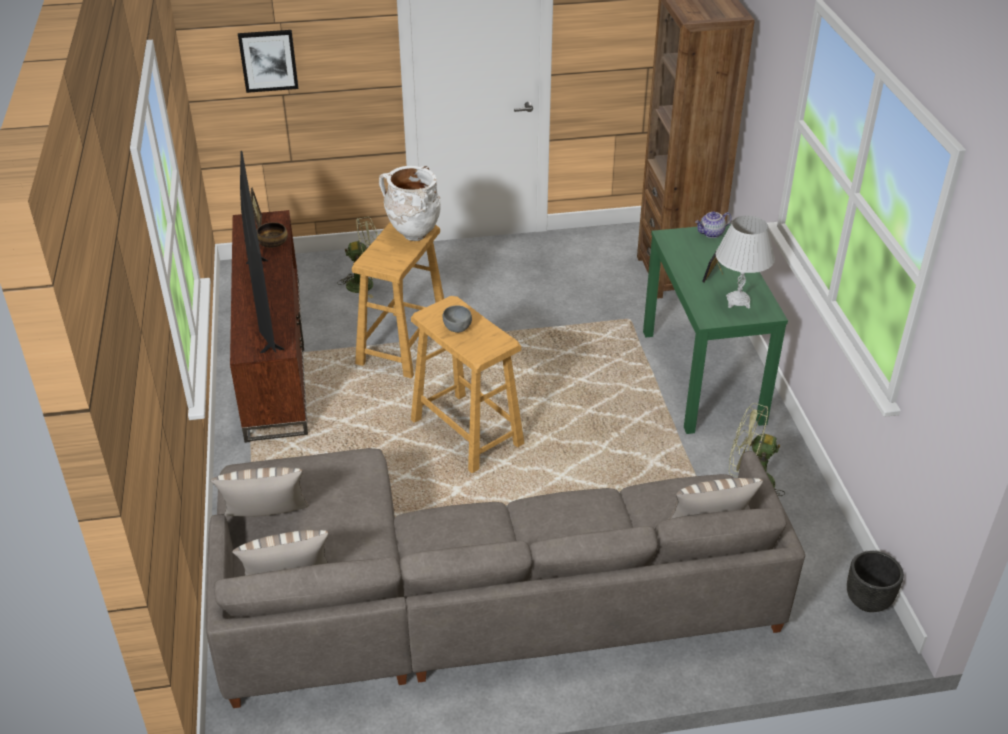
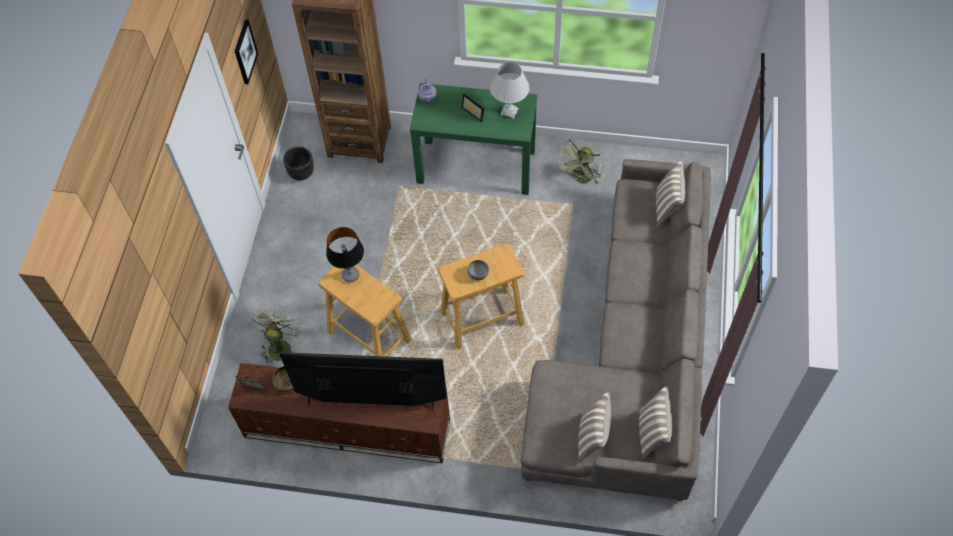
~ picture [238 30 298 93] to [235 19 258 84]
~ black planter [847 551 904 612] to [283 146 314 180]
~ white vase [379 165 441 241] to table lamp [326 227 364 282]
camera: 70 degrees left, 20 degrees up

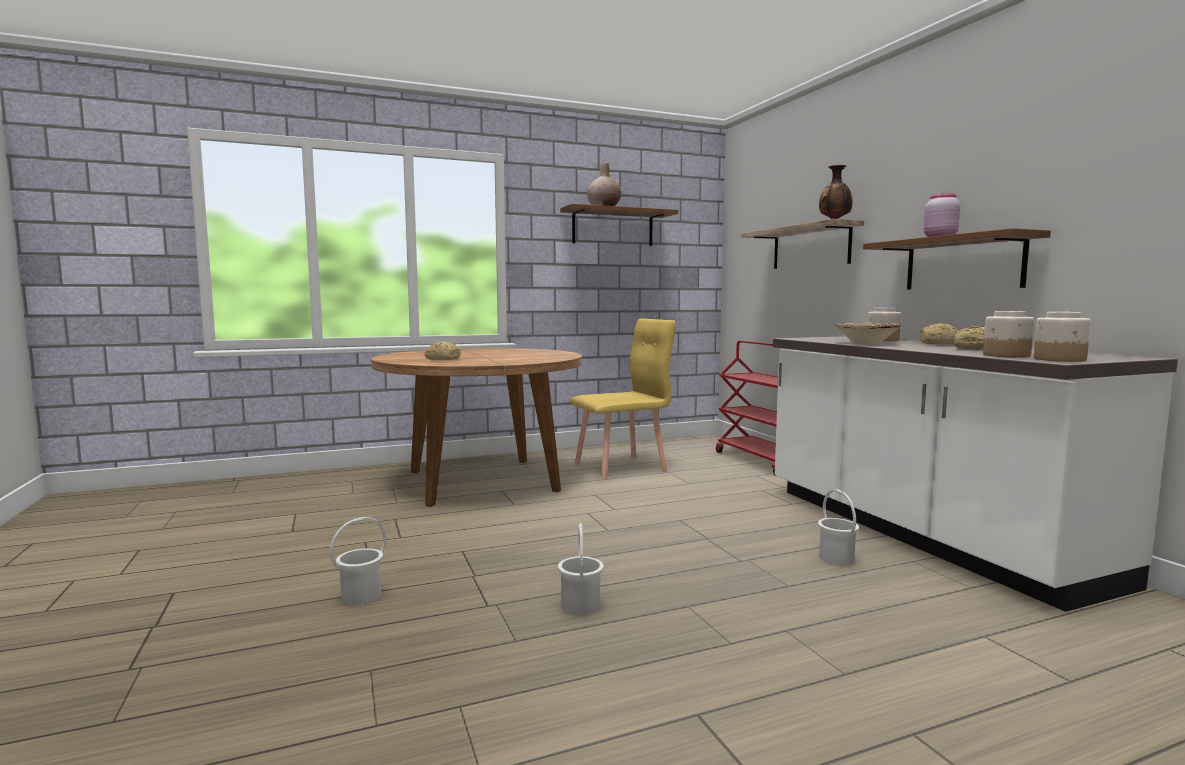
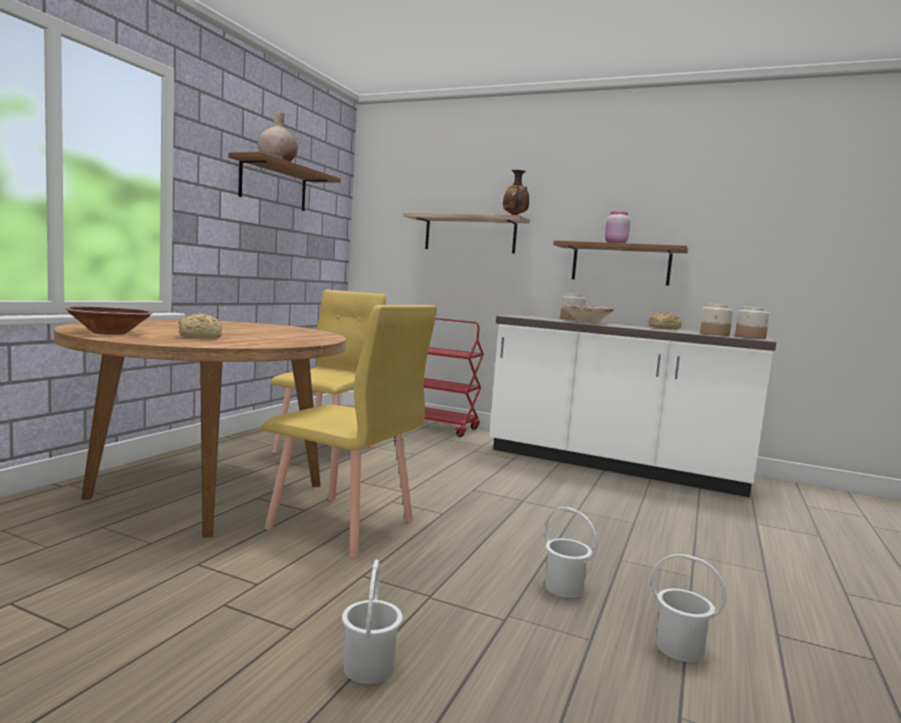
+ brown bowl [66 307 152 335]
+ yellow chair [261 305 437 558]
~ white bucket [818 489 859 565] to [651 554 727 662]
- bread [920 323 959 344]
camera: 45 degrees left, 0 degrees up

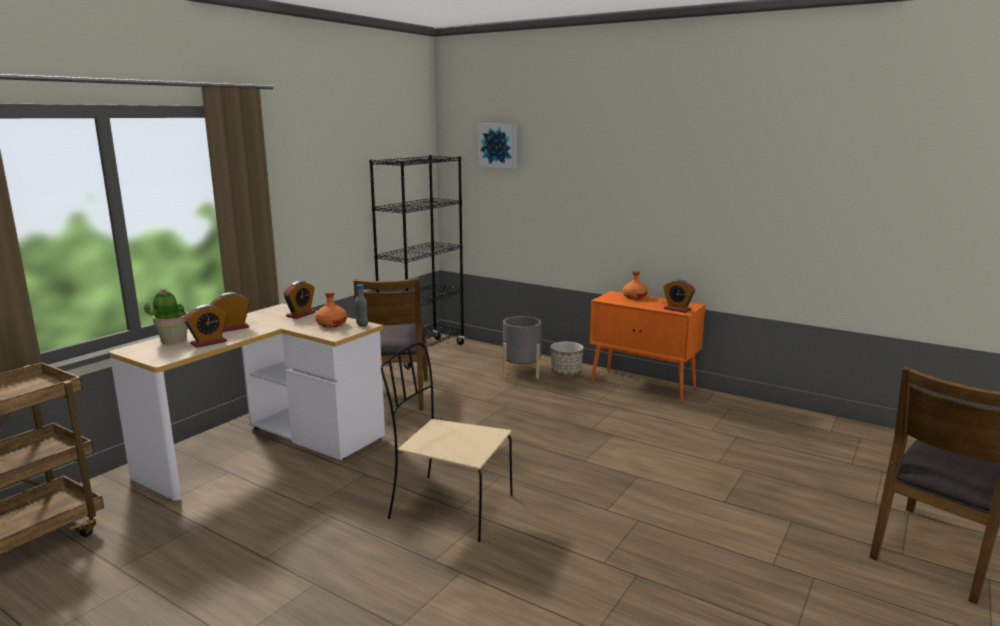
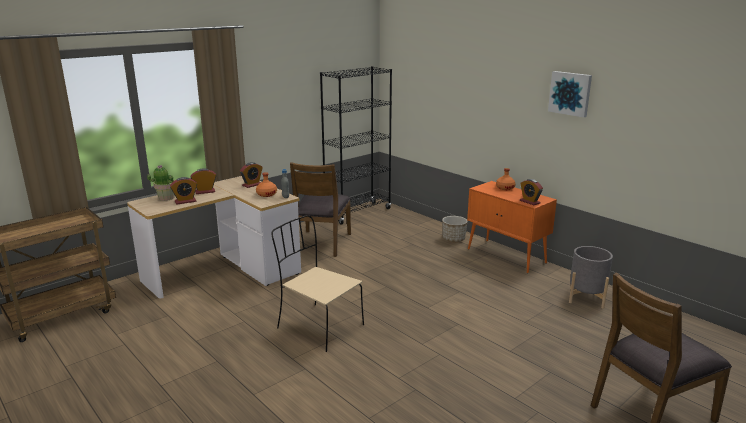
~ picture [478 123 517 168] to [548 71 592 117]
~ grey planter [503 316 542 379] to [569 246 613 309]
camera: 15 degrees right, 5 degrees up

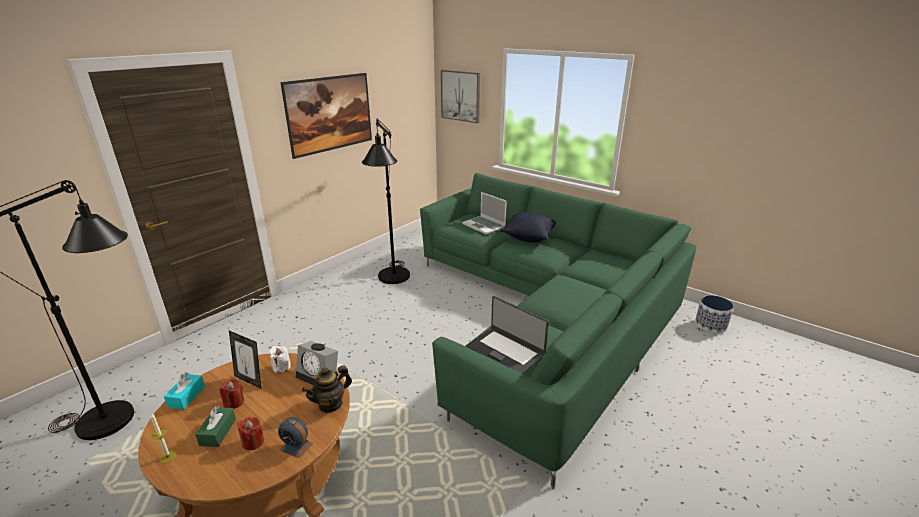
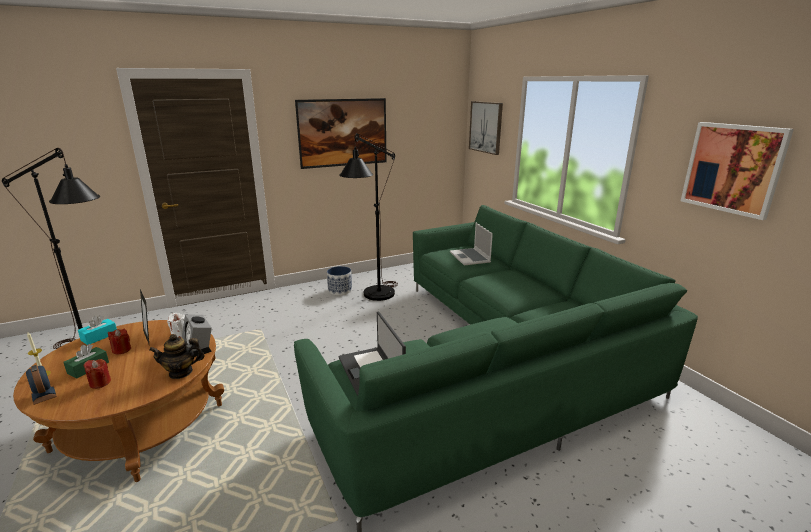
~ alarm clock [278 417 313 459] to [26 365 57 405]
~ planter [695 295 734 333] to [327 266 352 295]
+ picture [681 122 794 220]
- black pillow [501 212 556 243]
camera: 25 degrees right, 5 degrees down

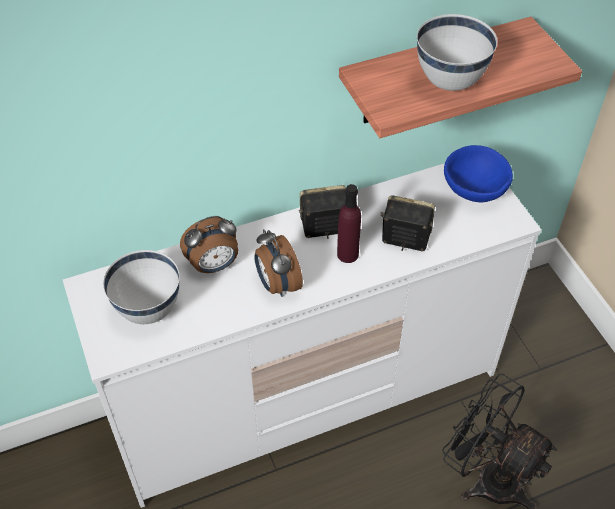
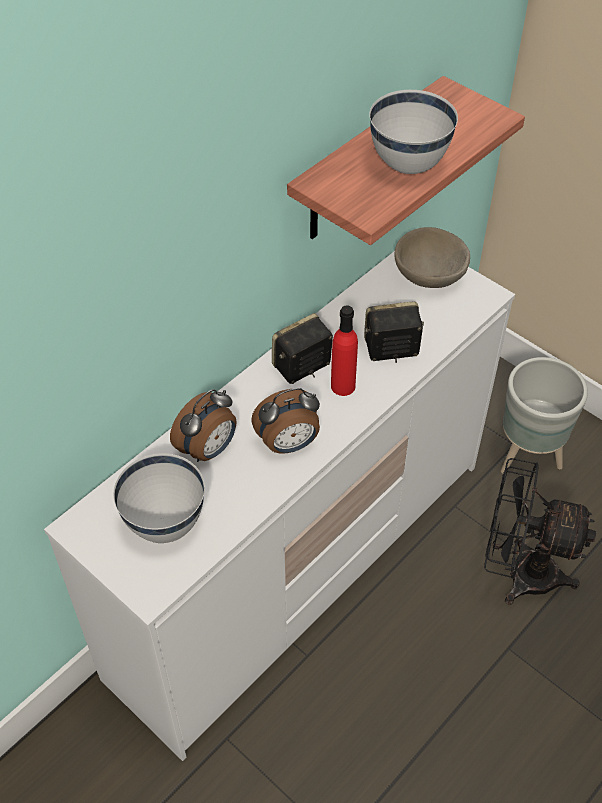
~ alarm clock [254 229 303 297] = [251 388 320 454] 60 degrees counterclockwise
~ purple bottle [337 184 361 263] to red bottle [331 305 358 396]
~ blue bowl [444 145 513 203] to beige bowl [394 227 470 288]
+ grey planter [501 357 588 473]
camera: 25 degrees left, 0 degrees up

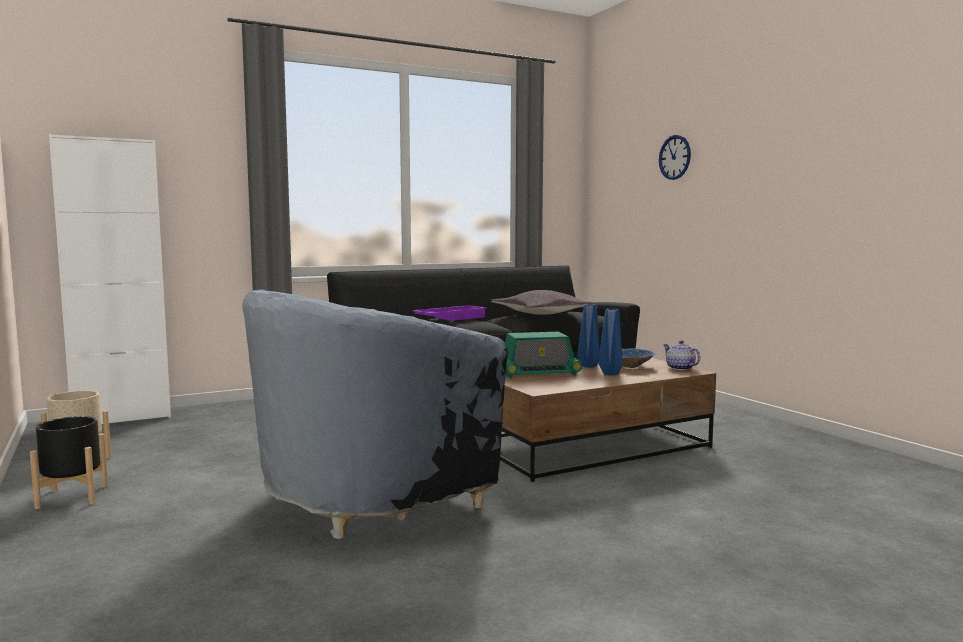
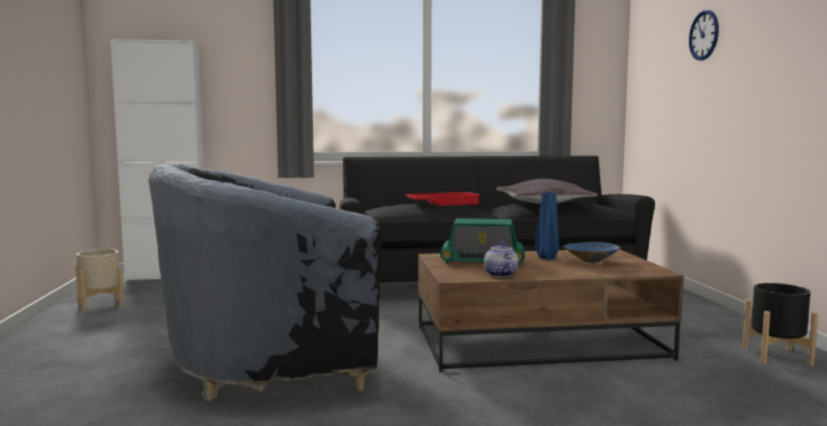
~ purple tray [413 305 487 321] to red tray [405 192 481 206]
~ teapot [664 340 700 370] to [484 242 519 277]
~ black planter [30 416 108 509] to [742 283 818 366]
- blue vase [598 309 623 375]
camera: 20 degrees right, 0 degrees up

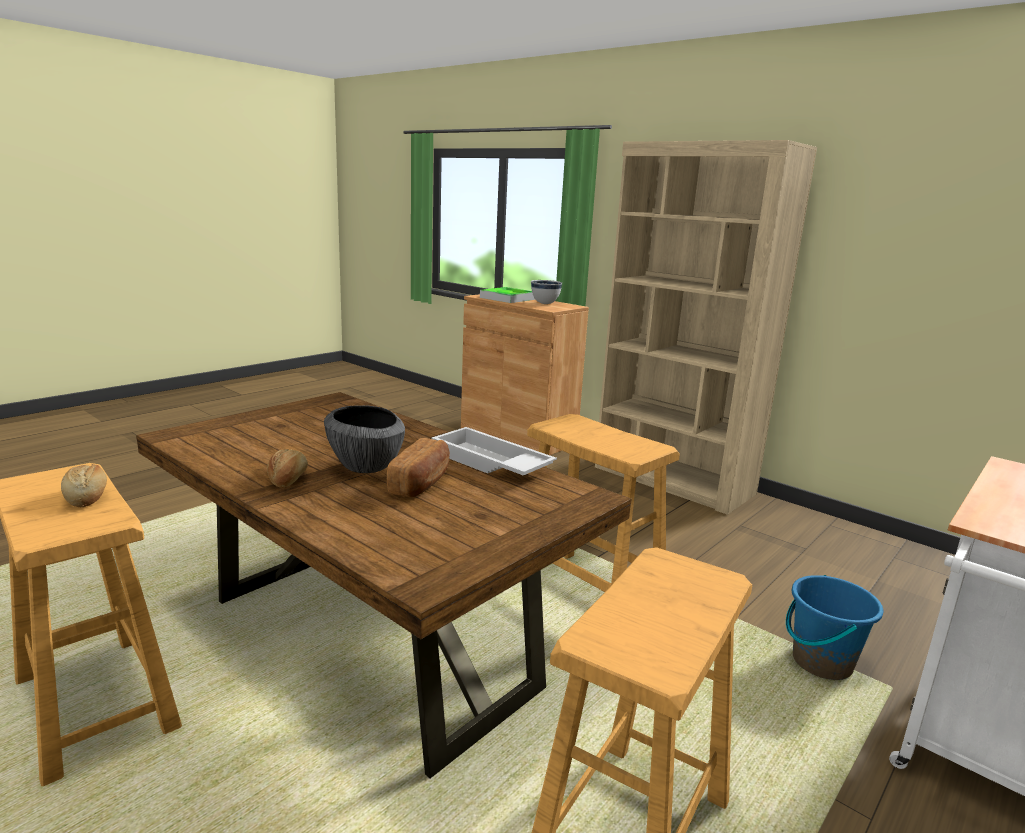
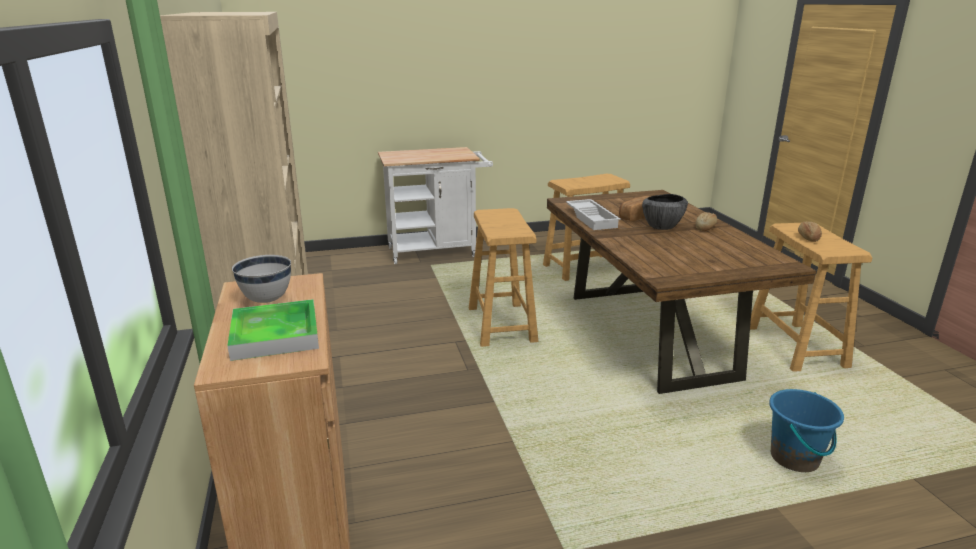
~ blue bucket [786 575 883 680] to [769 389 844 472]
camera: 145 degrees left, 5 degrees up

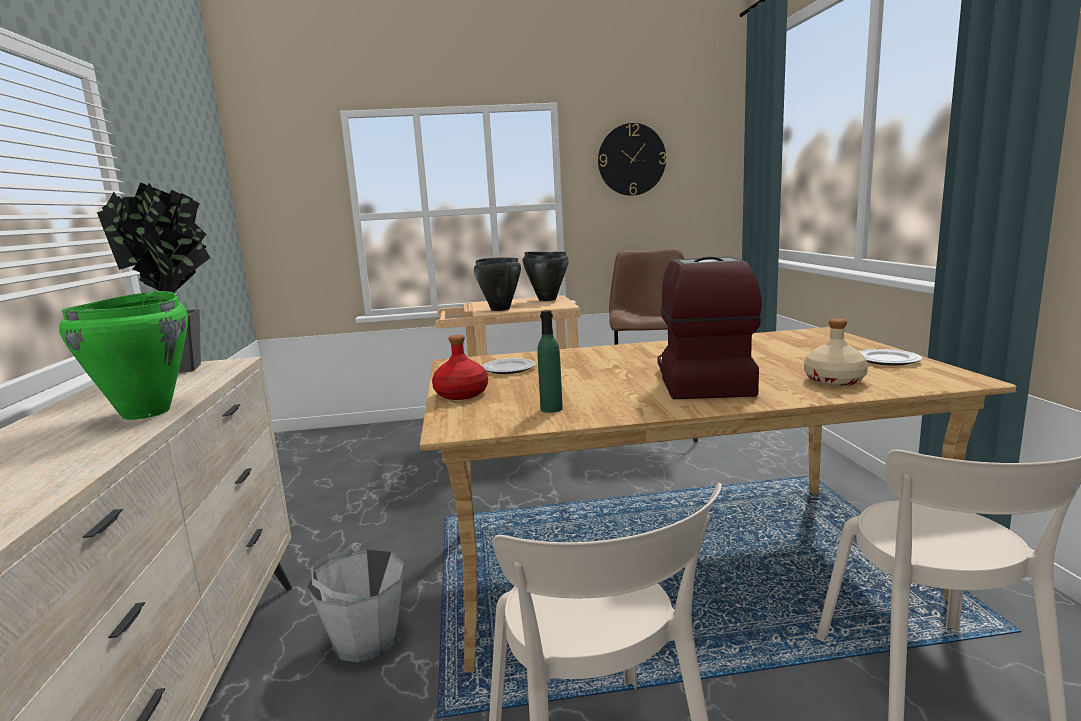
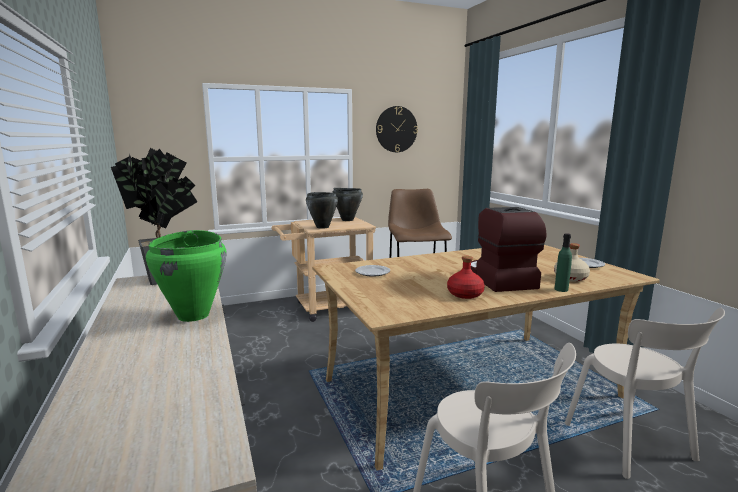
~ red bottle [432 335 488 400] to [447 256 485 299]
~ green bottle [537 310 563 413] to [554 233 572 292]
- grey bucket [307 550 404 663]
camera: 15 degrees left, 0 degrees up

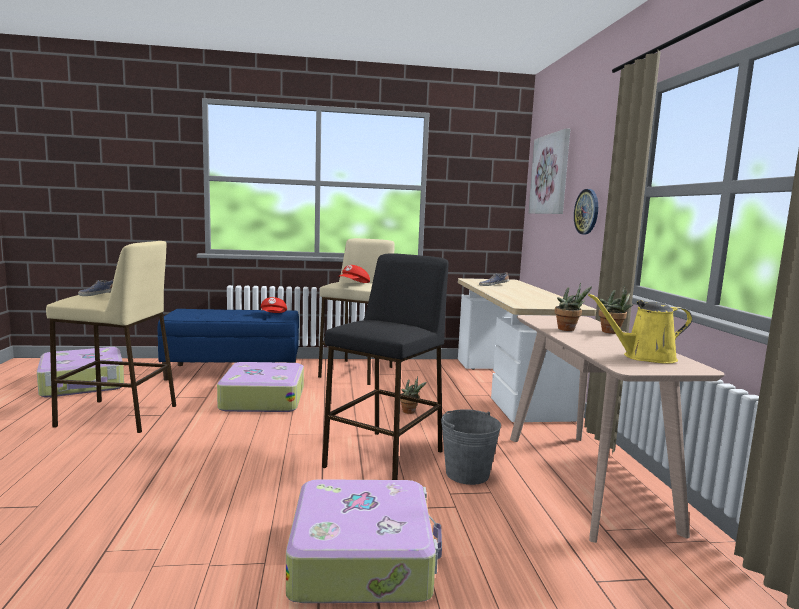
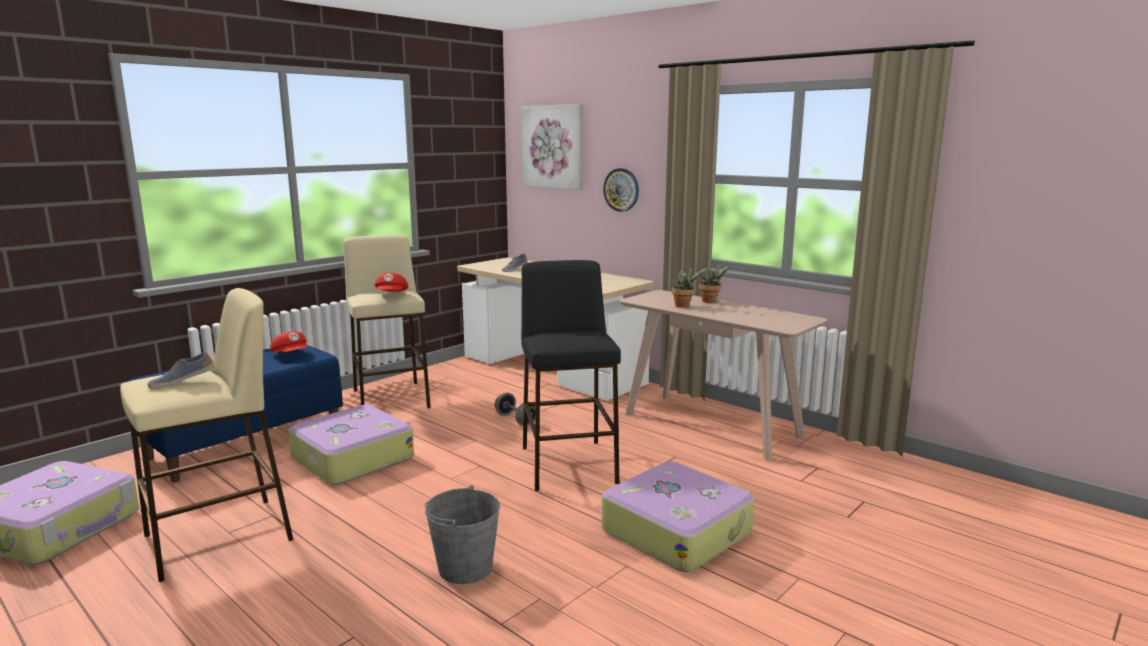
~ grey bucket [441 409 501 485] to [425 486 500 584]
~ potted plant [400 376 427 414] to grey dumbbell [495 393 535 426]
- yellow watering can [588 294 692 364]
camera: 40 degrees left, 5 degrees up

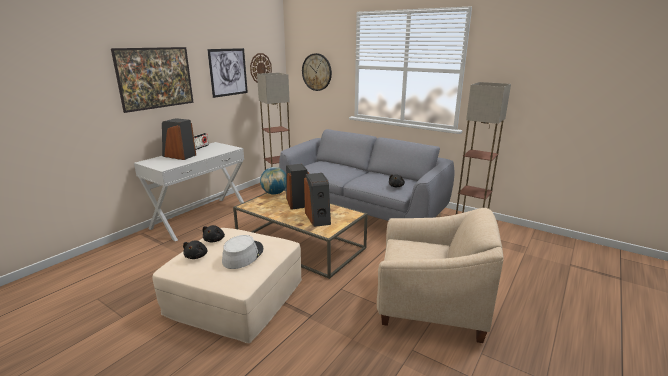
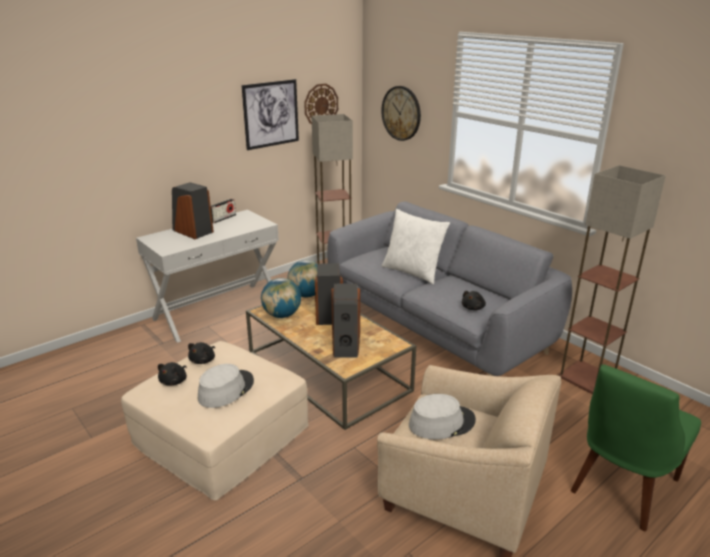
+ globe [261 278 301 318]
+ white pillow [381 209 450 284]
+ grey hat [409 394 476 439]
+ green chair [570 364 701 532]
- picture [111 47 194 113]
camera: 15 degrees right, 5 degrees up

